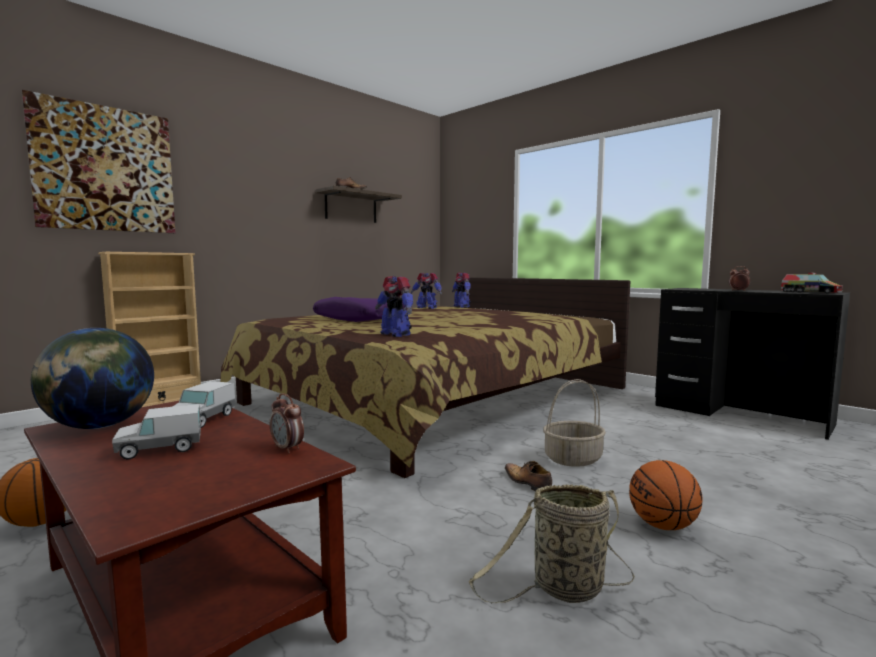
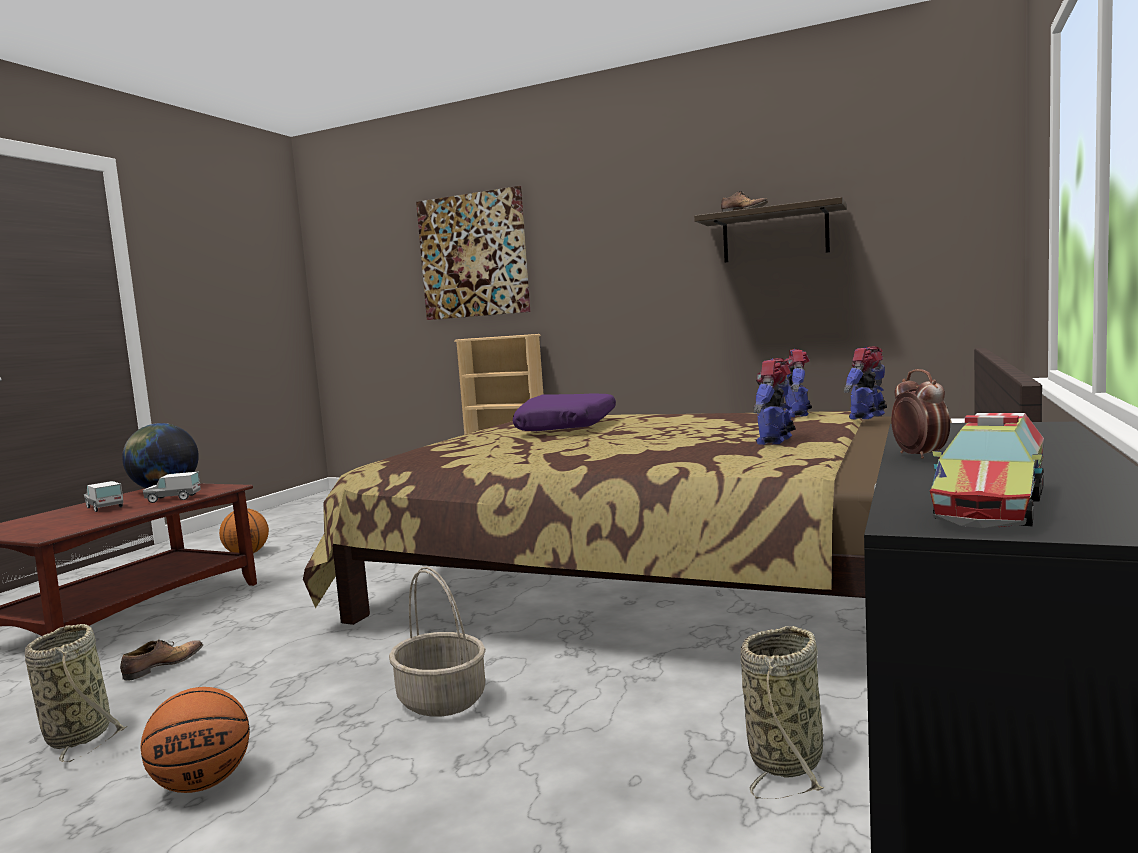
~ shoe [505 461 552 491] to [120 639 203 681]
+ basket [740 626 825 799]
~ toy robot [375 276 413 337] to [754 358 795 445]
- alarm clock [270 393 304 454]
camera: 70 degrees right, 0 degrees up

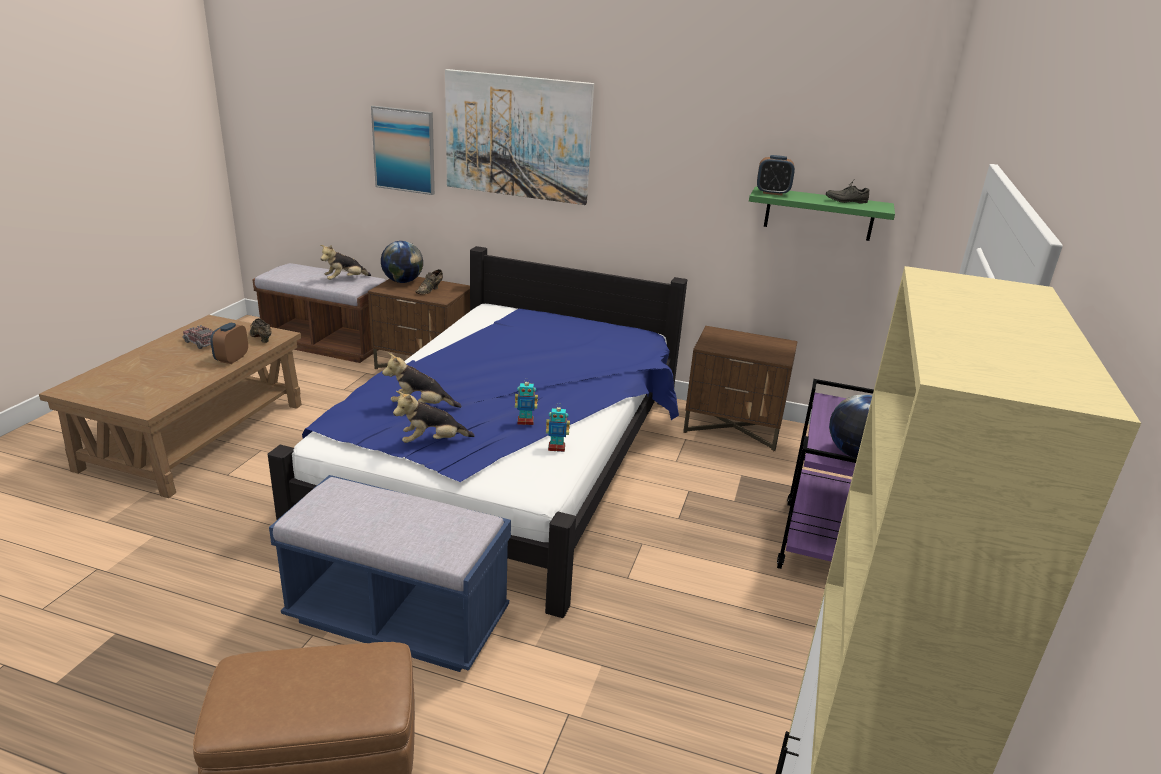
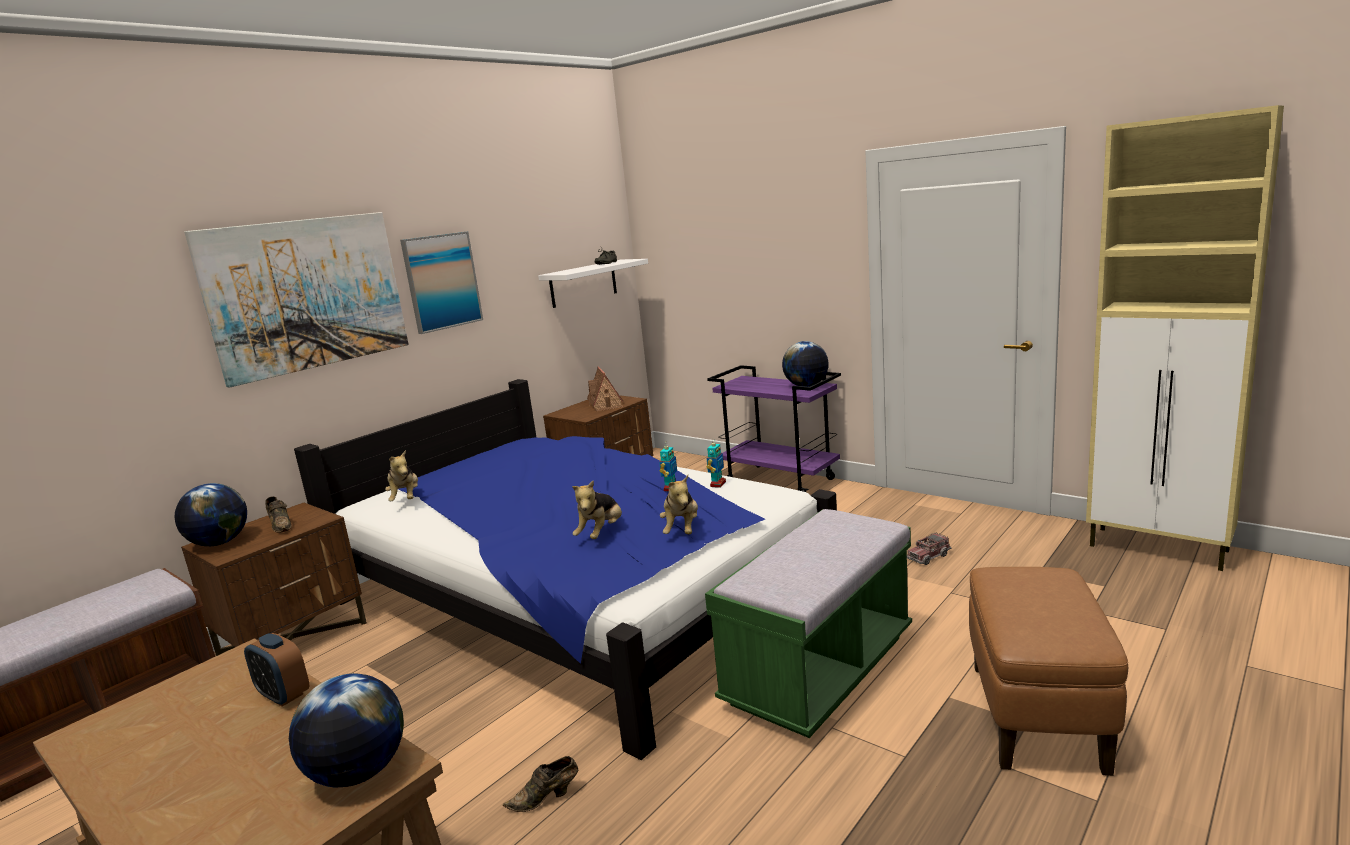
+ globe [289 673 404 787]
~ plush toy [321 245 371 280] to [385 450 418 501]
~ picture [371 106 435 195] to [400 231 483 334]
~ brown shoe [250 318 272 343] to [503 756 578 812]
~ green shelf [749 186 895 241] to white shelf [538 259 648 308]
+ toy house [587 366 623 411]
~ blue bench [269 475 511 672] to green bench [705 509 912 738]
~ toy truck [182 325 214 349] to [907 532 952 565]
- alarm clock [757 155 795 195]
camera: 65 degrees left, 10 degrees down

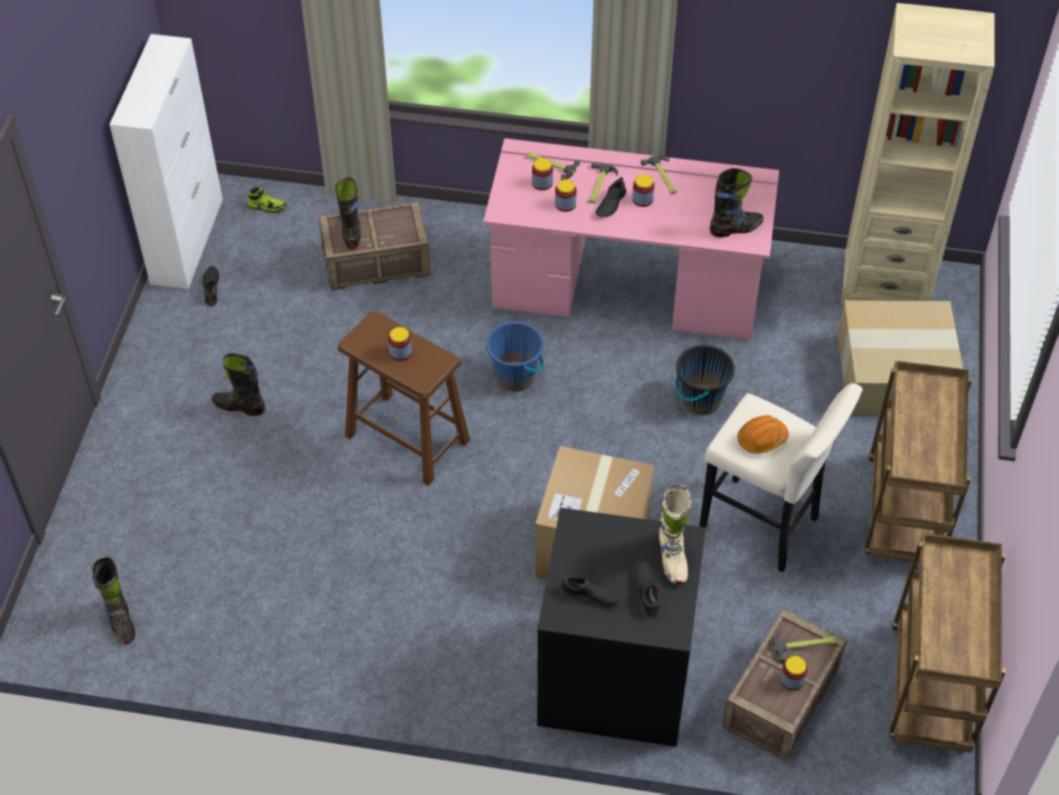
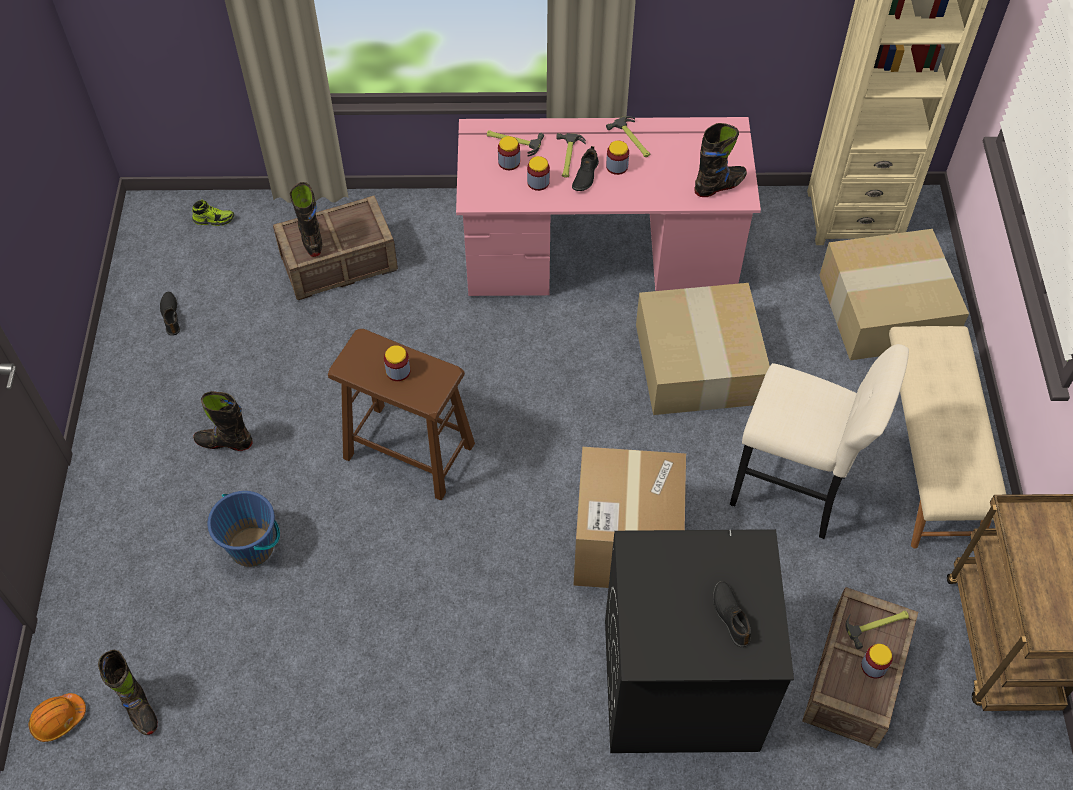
~ orange hard hat [737 415 789 454] to [29 693 86 742]
~ blue bucket [486 322 544 392] to [208 491 280 567]
~ black bucket [675 343 735 415] to cardboard box [636 283 770 415]
~ brown cart [865 361 972 562] to beige bench [889 326 1007 548]
- white cabinet [109 34 223 289]
- black shoe [561 575 622 607]
- beige boot [659 485 691 585]
camera: 10 degrees left, 5 degrees up

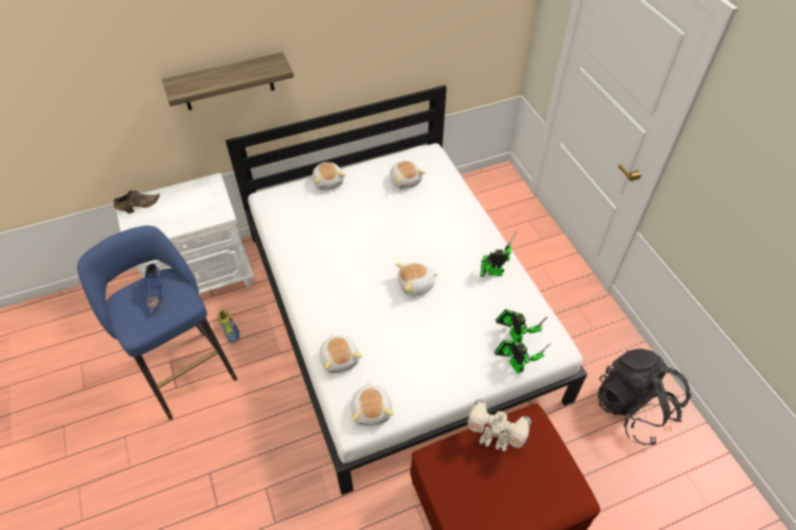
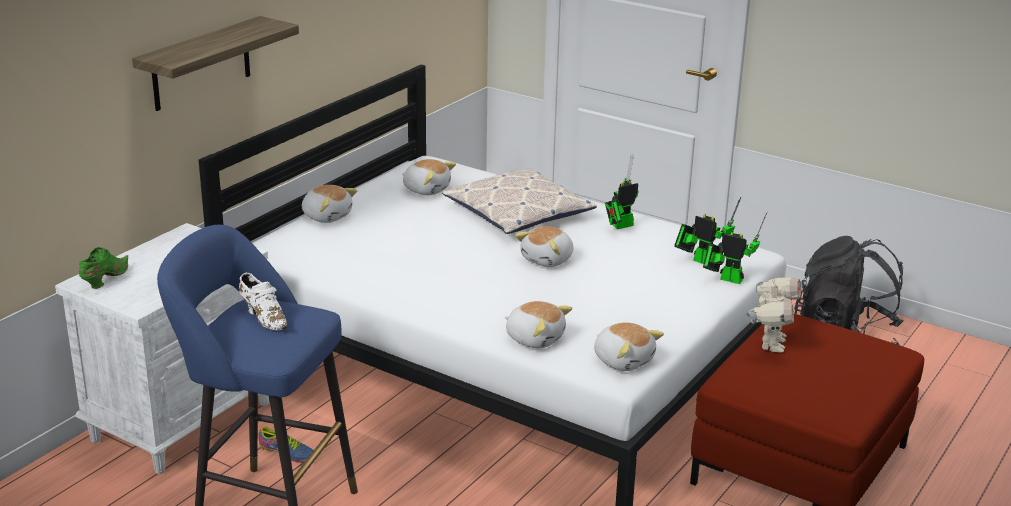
~ brown shoe [114 190 160 214] to green shoe [79 247 128 289]
~ blue shoe [144 263 163 314] to white shoe [239 273 287 330]
+ pillow [442 168 597 234]
~ toy robot [467 399 531 451] = [747 277 801 353] 60 degrees counterclockwise
camera: 35 degrees left, 25 degrees down

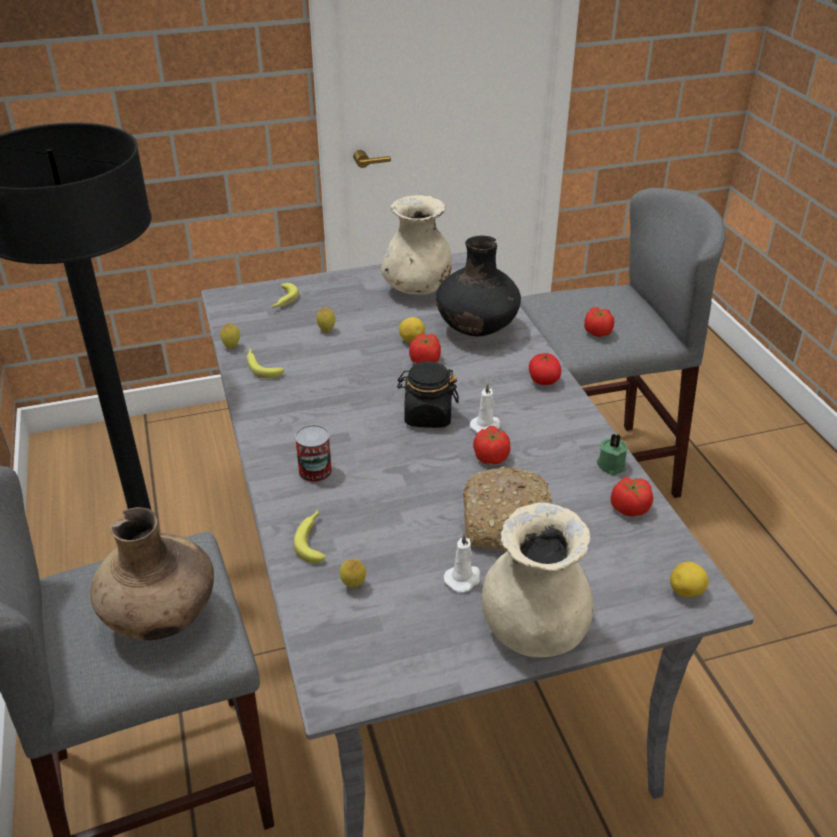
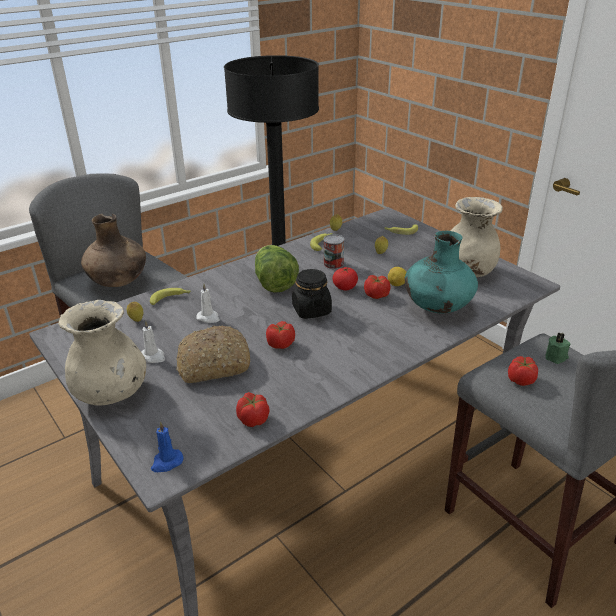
~ lemon [670 562 709 597] to blue candle [151 421 183 472]
~ white candle [470 382 500 433] to [196 284 220 323]
+ lettuce [255 245 299 293]
~ can [295 425 332 483] to [323 234 344 269]
~ tomato [529 353 561 385] to [332 267 358 290]
~ black vase [436 236 521 336] to turquoise vase [405 231 478 313]
~ green candle [597 434 627 475] to [545 332 570 364]
camera: 70 degrees right, 5 degrees down

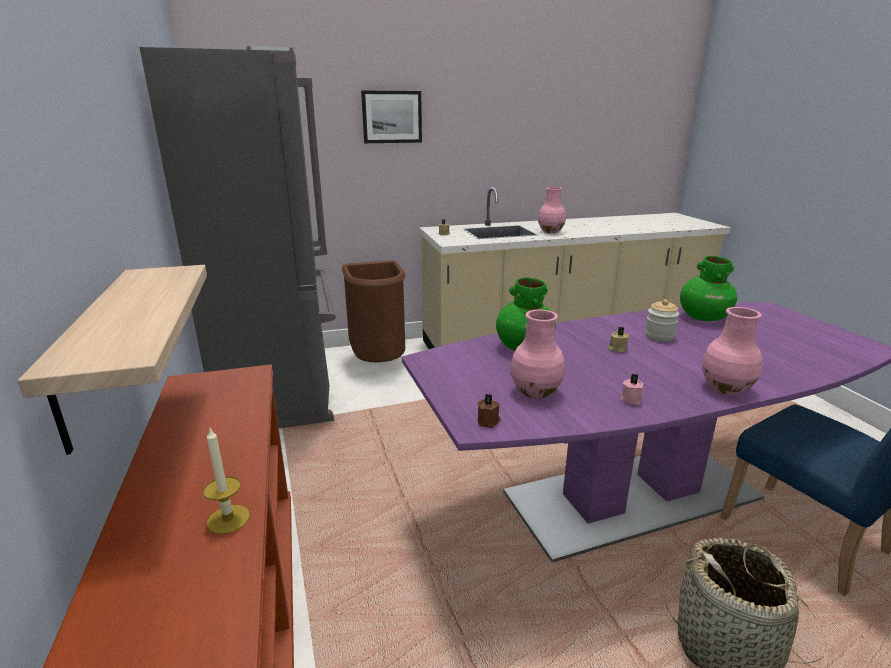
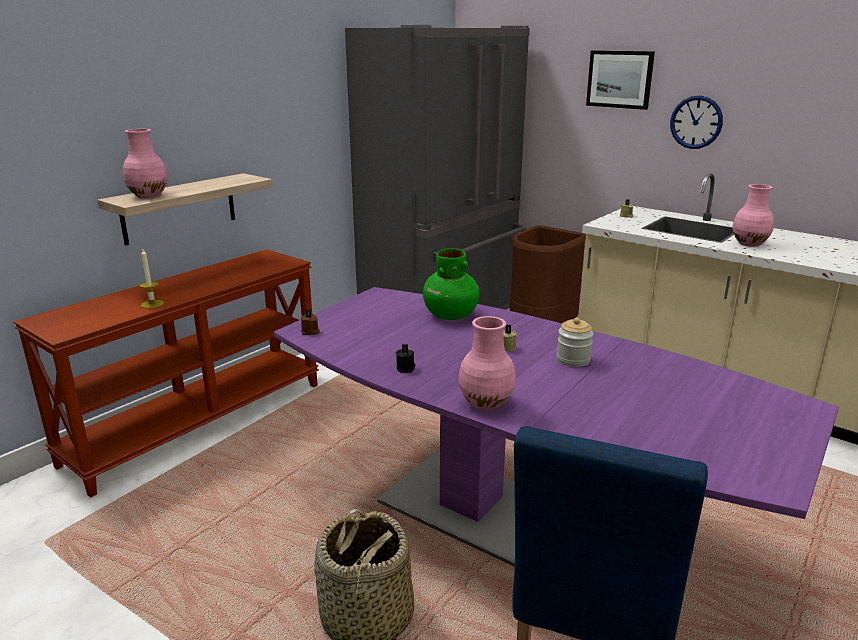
~ pink vase [510 310 565 399] to [123 129 168 198]
~ pink candle [620 374 644 405] to black candle [396 344 415 373]
+ wall clock [670 95 723 149]
- green vase [680 256 737 321]
camera: 55 degrees right, 0 degrees up

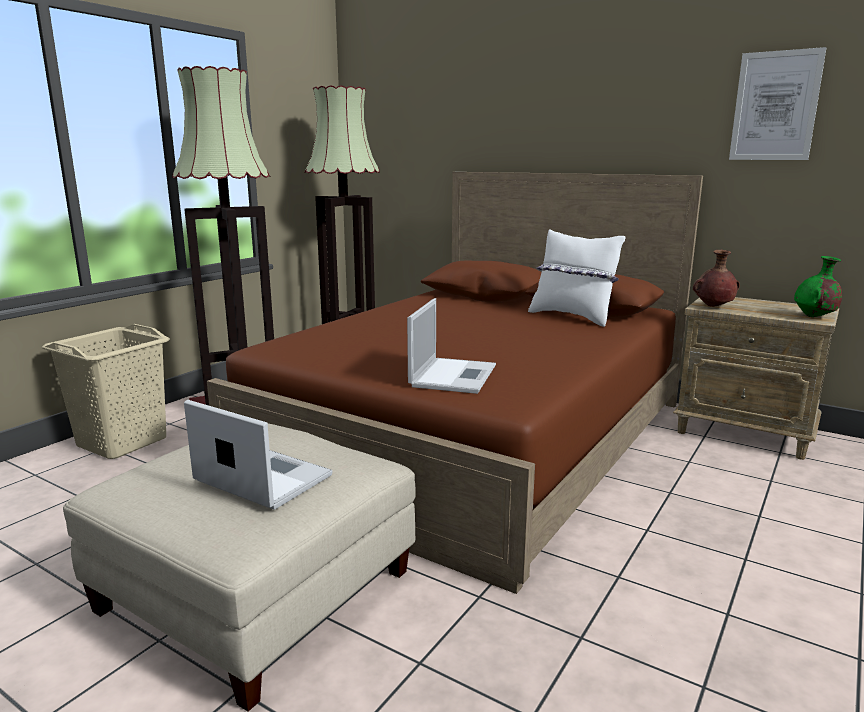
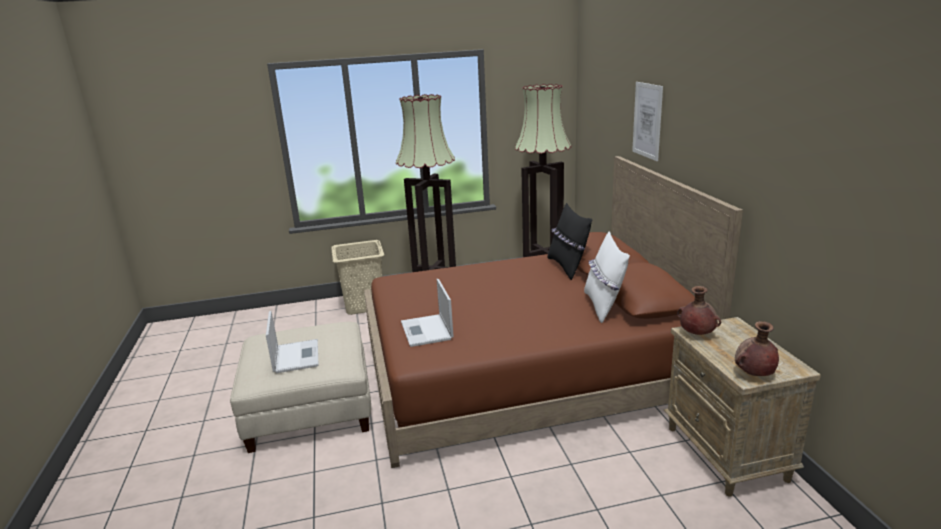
~ laptop [407 298 496 394] = [401 279 454 347] 105 degrees clockwise
+ black pillow [547 203 592 280]
~ picture [729 47 827 160] to [632 82 663 161]
~ green vase [794 256 842 317] to brown vase [735 321 779 376]
camera: 45 degrees right, 5 degrees up

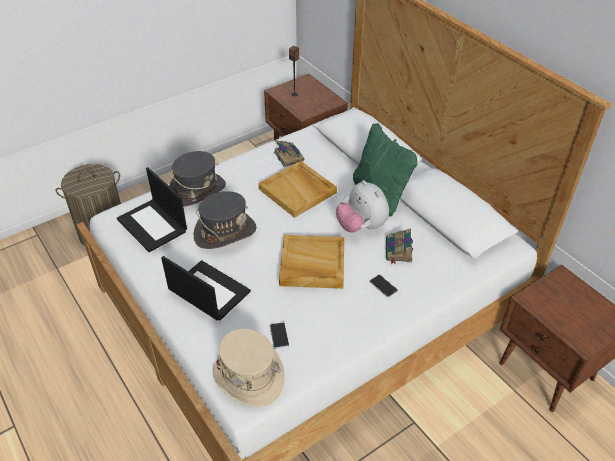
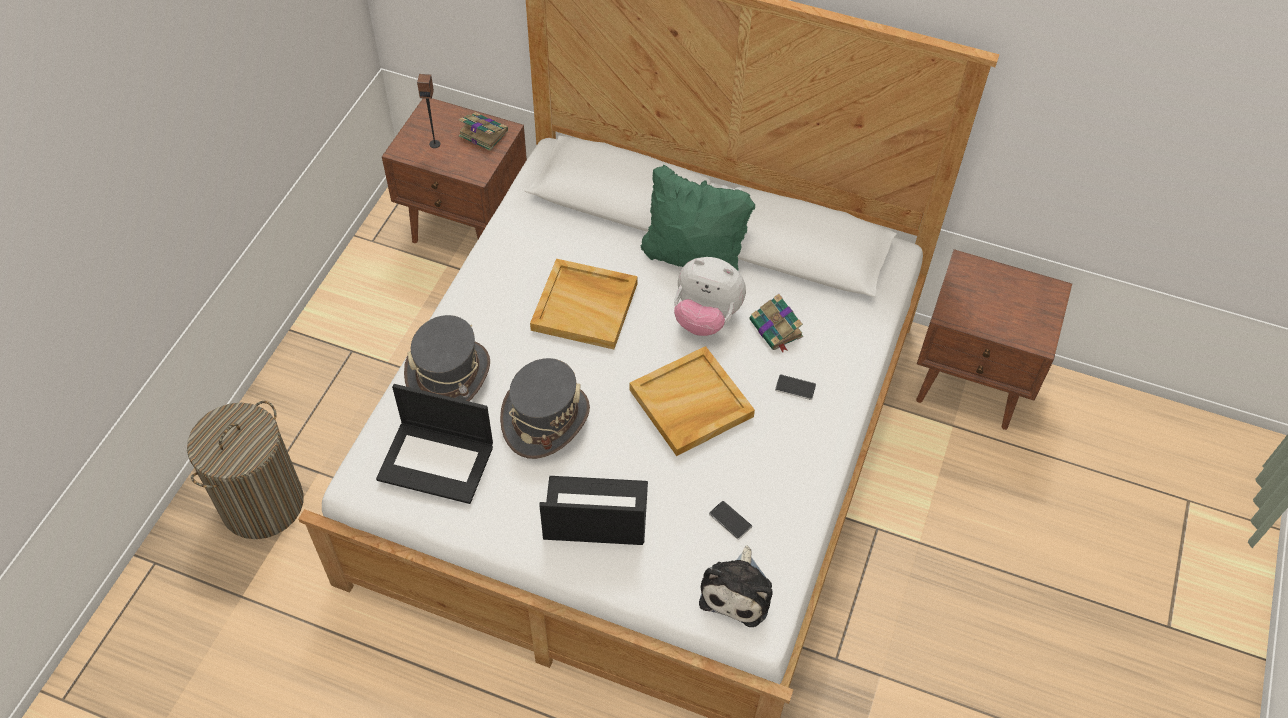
~ book [274 140 304 167] to [459 112 508 151]
~ beige hat [213 329 285 407] to plush toy [699 546 773 627]
camera: 35 degrees left, 10 degrees up

